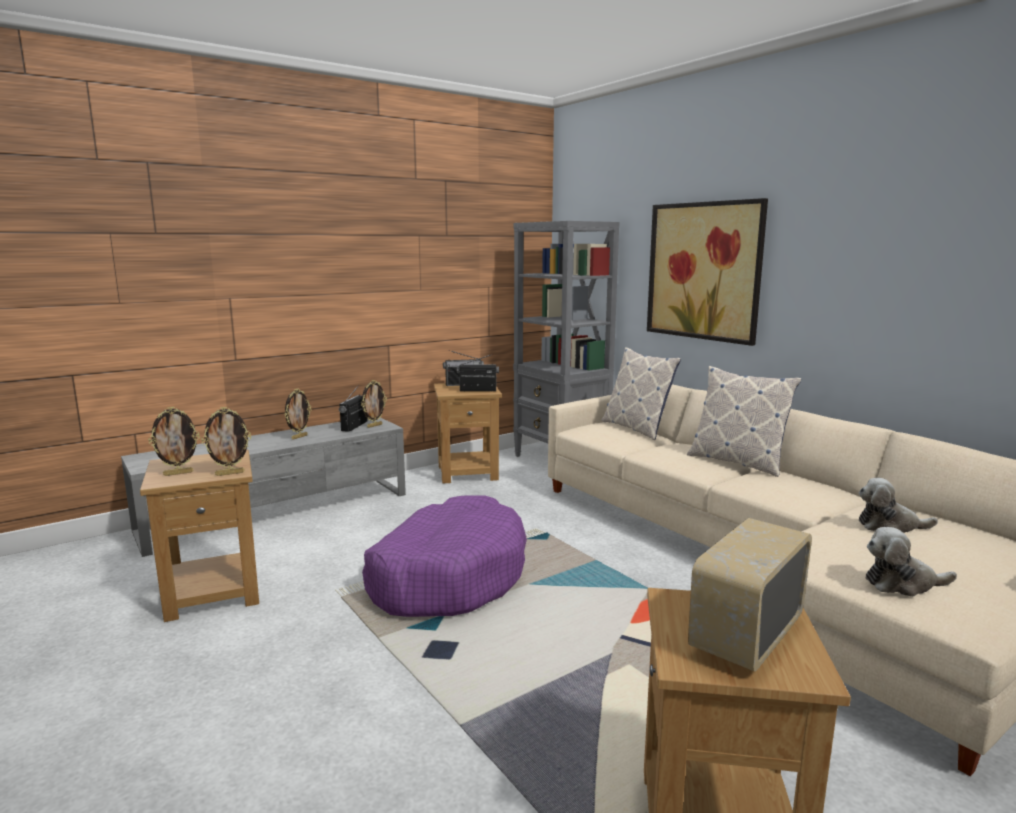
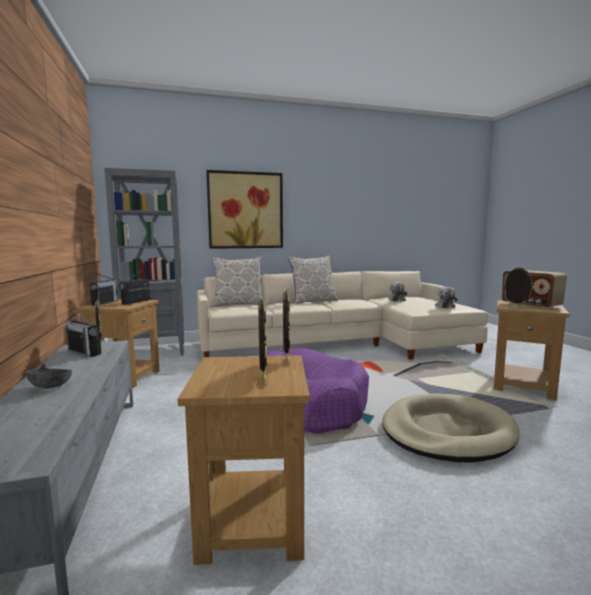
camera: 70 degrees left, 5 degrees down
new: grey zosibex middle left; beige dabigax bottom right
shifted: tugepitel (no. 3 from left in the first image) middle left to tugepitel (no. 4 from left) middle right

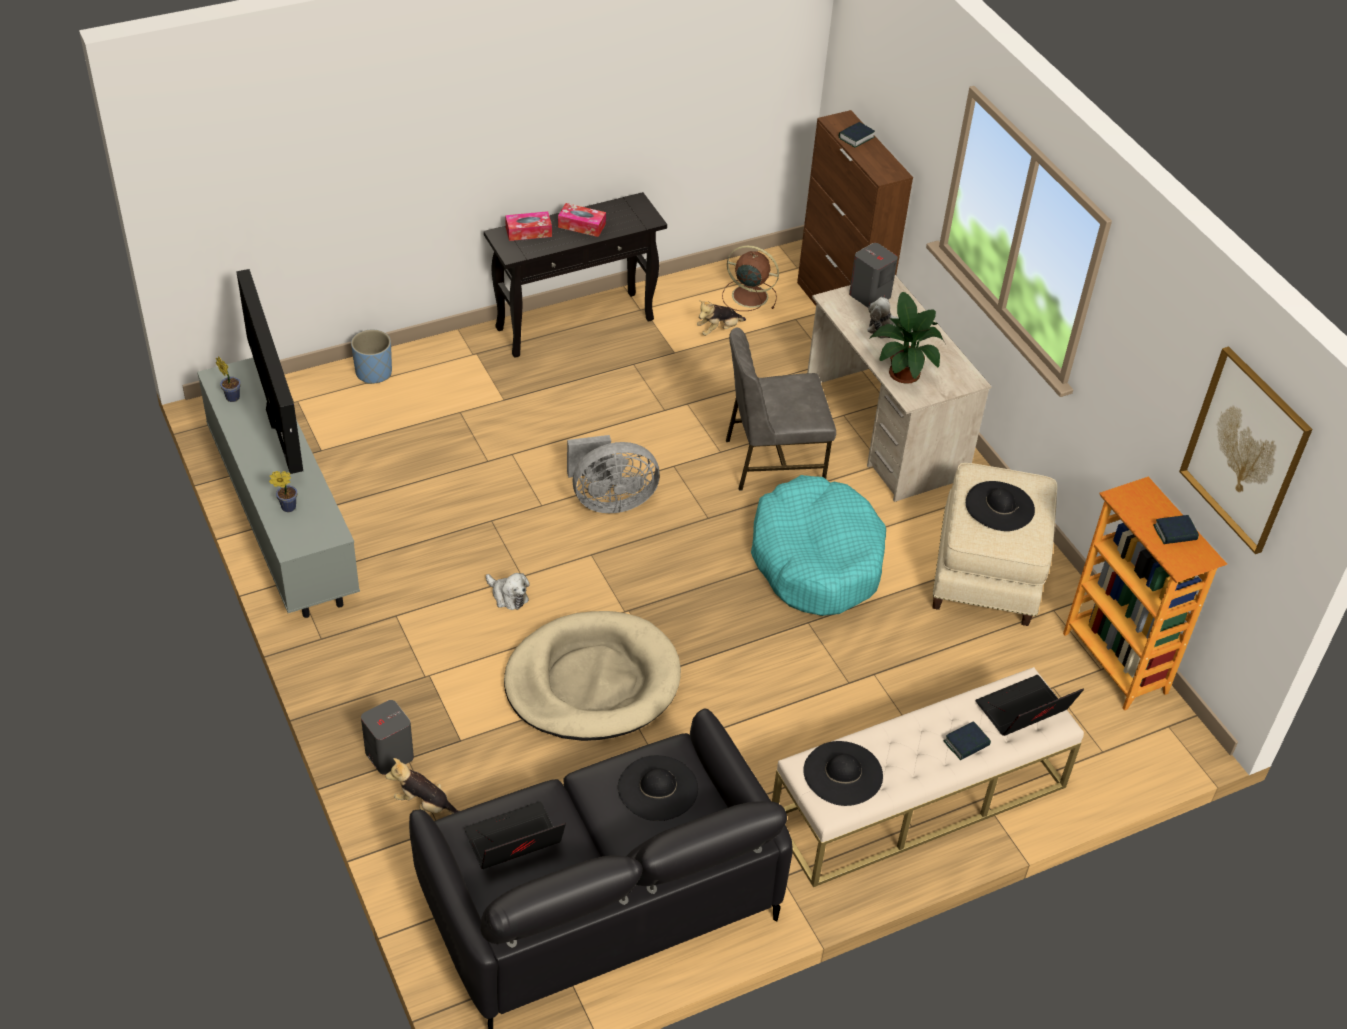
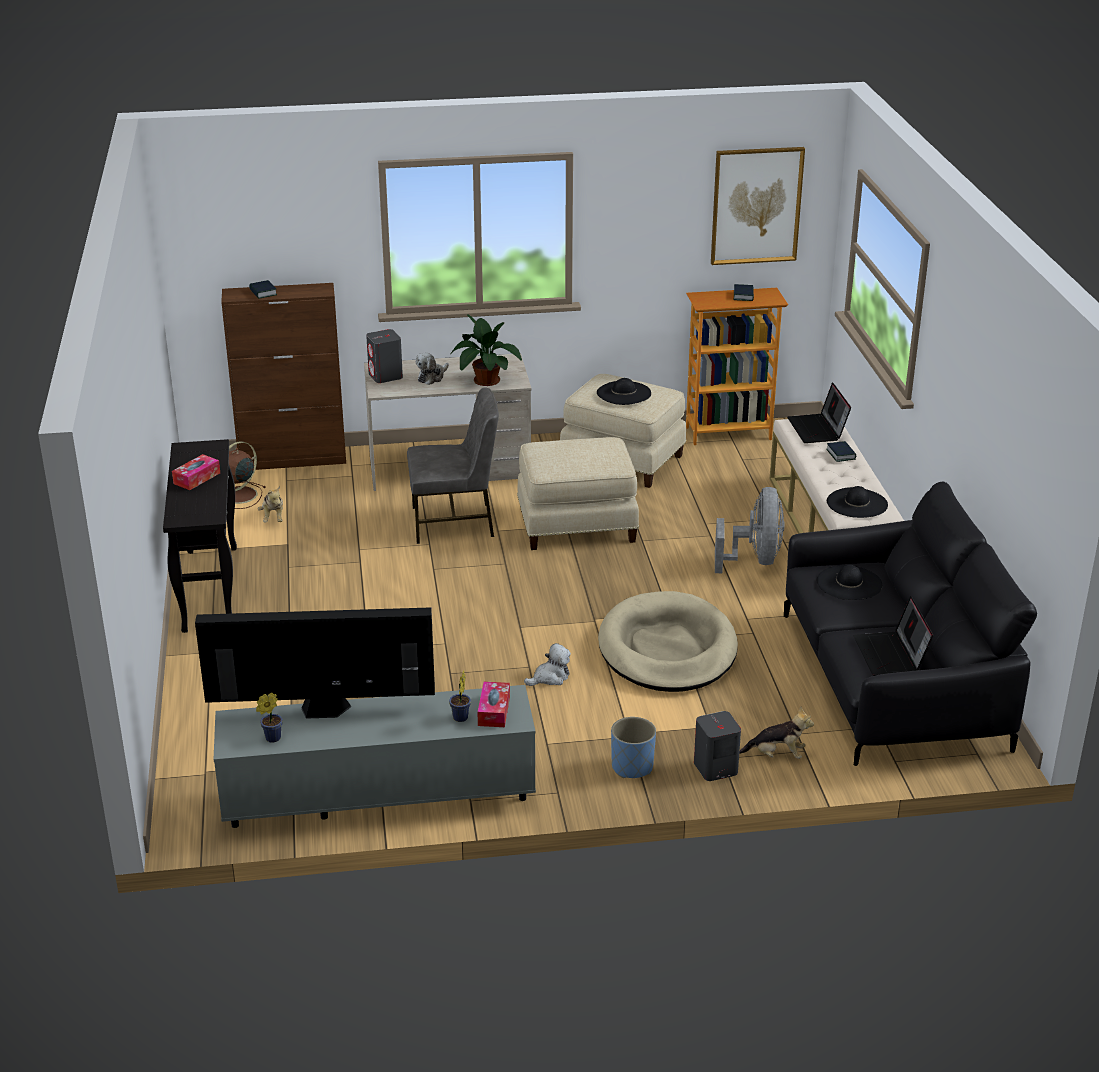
camera: 70 degrees left, 15 degrees down
shifted: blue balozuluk middle left to bottom centre; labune (no. 1 from left in the first image) top centre to labune (no. 2 from left) centre; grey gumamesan centre to middle right
swapped: turquoise dabigax centre to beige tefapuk (no. 1 from left) centre
rotated: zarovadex (no. 1 from left in the first image) bottom left = bottom right 120 degrees counterclockwise; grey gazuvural centre = centre 105 degrees counterclockwise

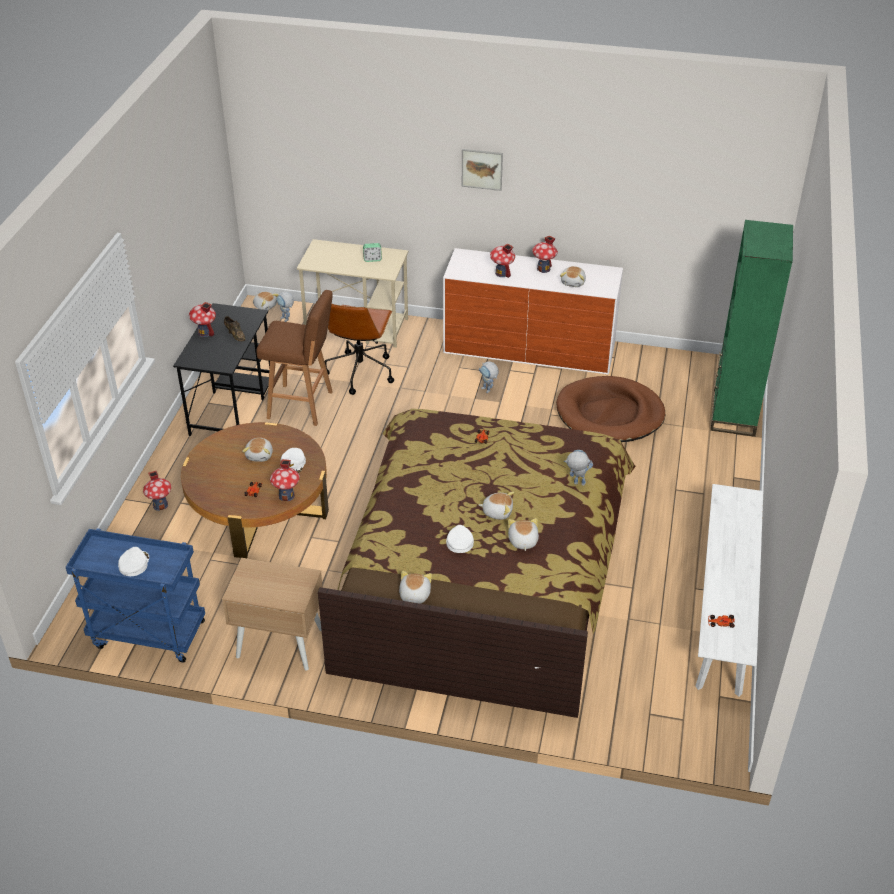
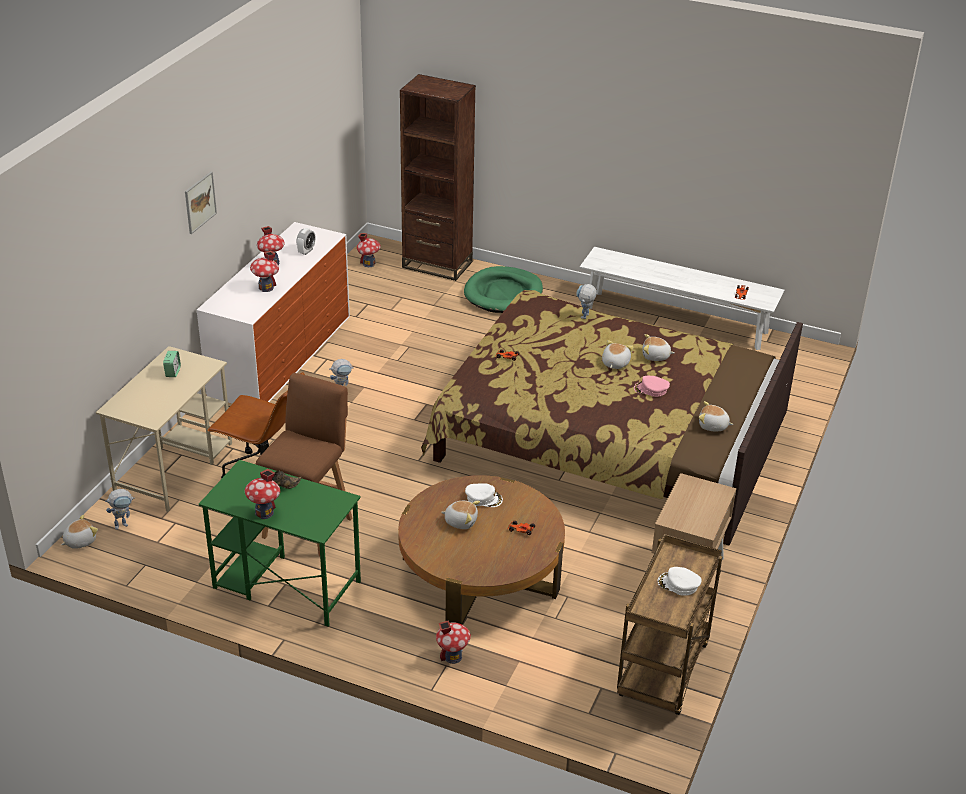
camera: 80 degrees left, 5 degrees down
gone: brown dabigax middle right
new: green dabigax centre
shifted: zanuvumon (no. 3 from left in the first image) middle left to zanuvumon (no. 4 from left) top centre
swapped: zarovadex (no. 6 from left) top centre to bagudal (no. 2 from left) top left
repainted: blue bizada middle left to brown bizada bottom right; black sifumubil middle left to green sifumubil bottom left; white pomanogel (no. 3 from left) centre to pink pomanogel middle right; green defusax middle right to brown defusax top centre

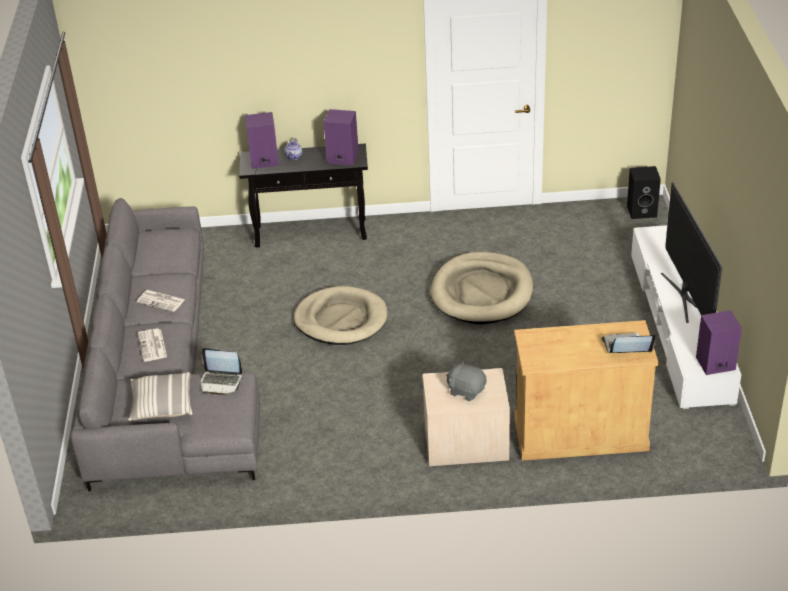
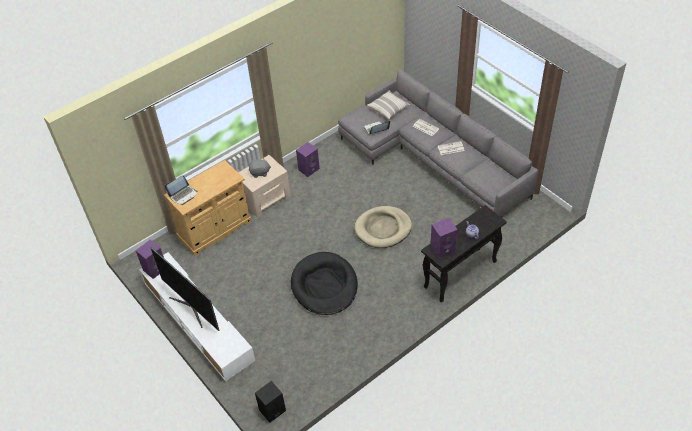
camera: 145 degrees right, 10 degrees up
shifted: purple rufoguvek (no. 1 from left in the first image) top left to purple rufoguvek (no. 2 from left) centre
repainted: beige dabigax (no. 2 from left) centre to black dabigax centre

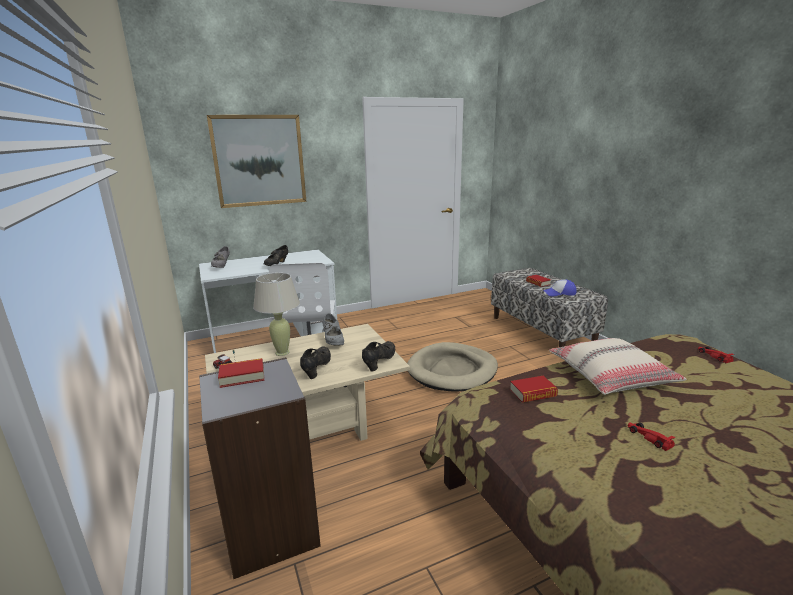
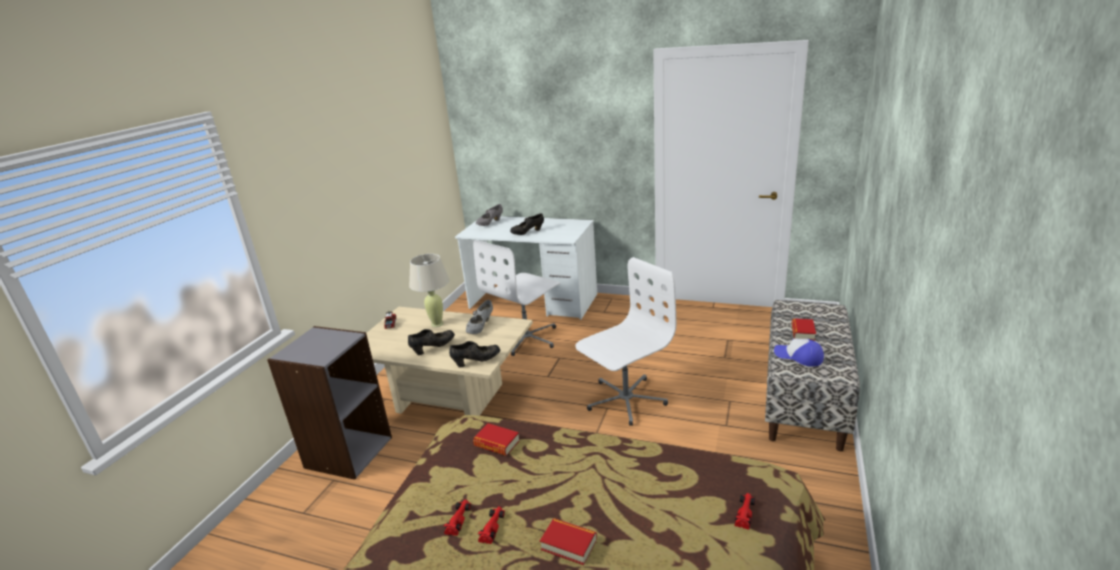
camera: 45 degrees right, 5 degrees up
gone: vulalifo top left; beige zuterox middle right
new: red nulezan (no. 1 from left) bottom centre
shifted: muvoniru (no. 1 from left in the first image) middle left to muvoniru (no. 2 from left) bottom centre
swapped: beige dabigax centre to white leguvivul (no. 2 from left) centre

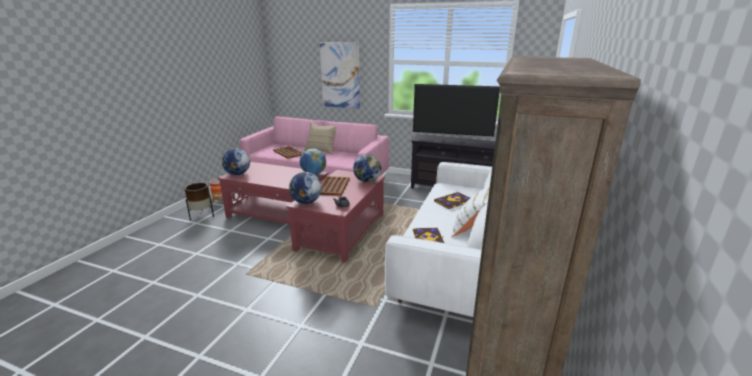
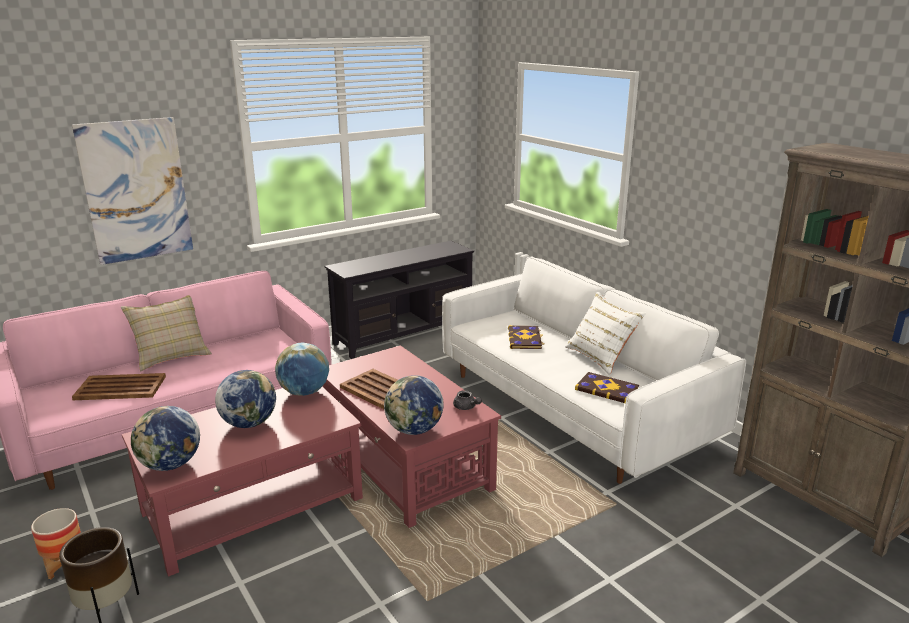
camera: 55 degrees left, 0 degrees up
gone: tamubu top centre
shifted: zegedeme (no. 4 from left in the first image) centre to zegedeme (no. 2 from left) middle left

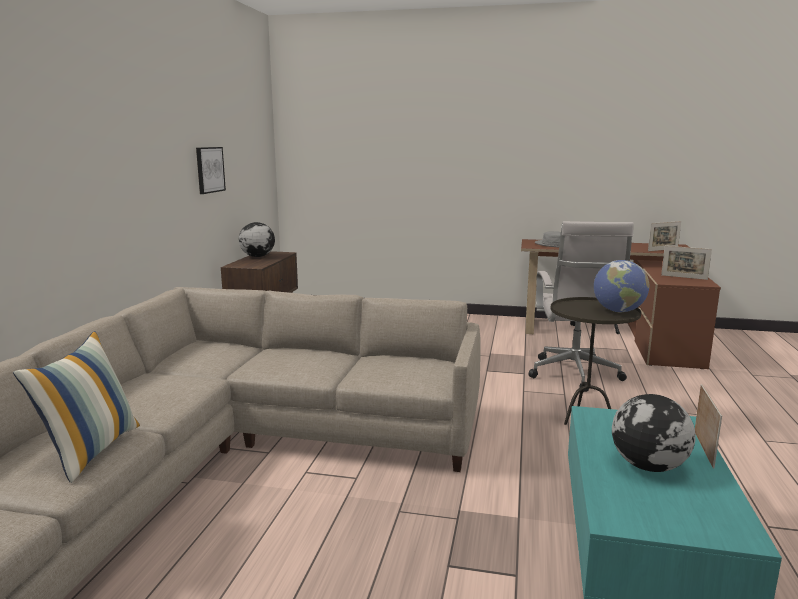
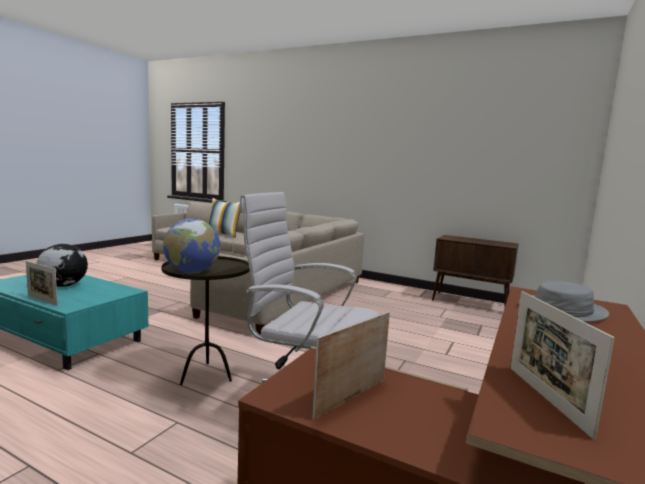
camera: 105 degrees right, 5 degrees down
gone: vulalifo top left; zegedeme (no. 1 from left) middle left

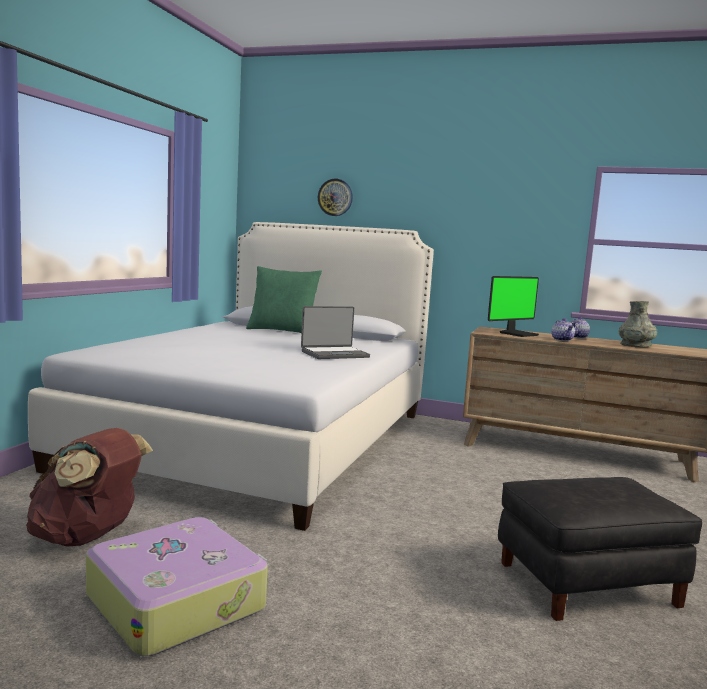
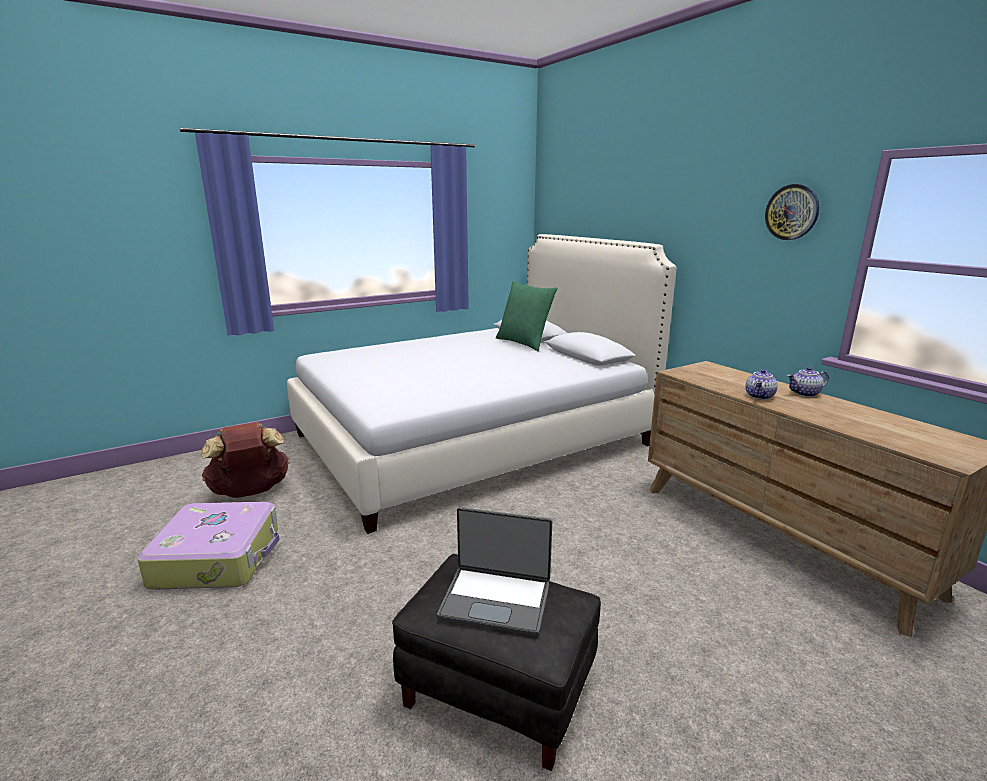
camera: 40 degrees right, 10 degrees up
gone: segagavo middle right; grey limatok middle right
shifted: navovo centre to bottom centre; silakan top centre to top right

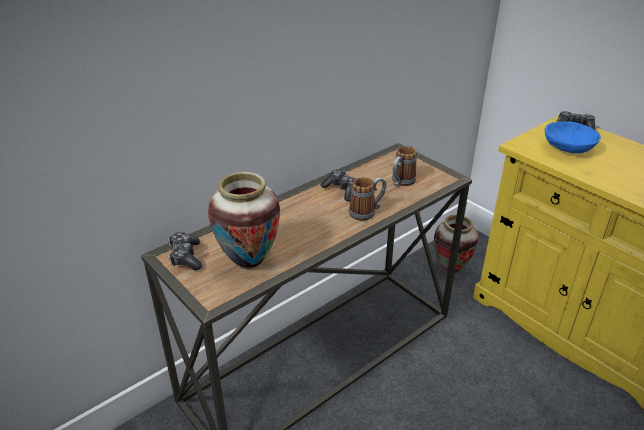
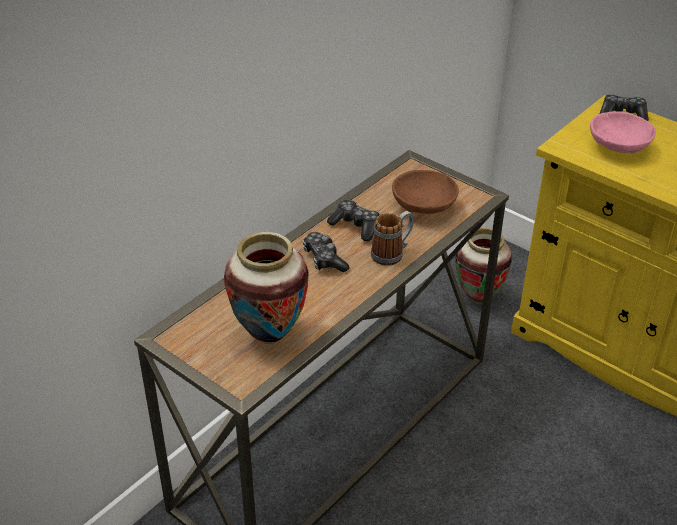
camera: 10 degrees left, 5 degrees up
shifted: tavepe (no. 1 from left) middle left to centre
swapped: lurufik (no. 2 from left) centre to brown zosibex centre
repainted: blue zosibex top right to pink zosibex top right

